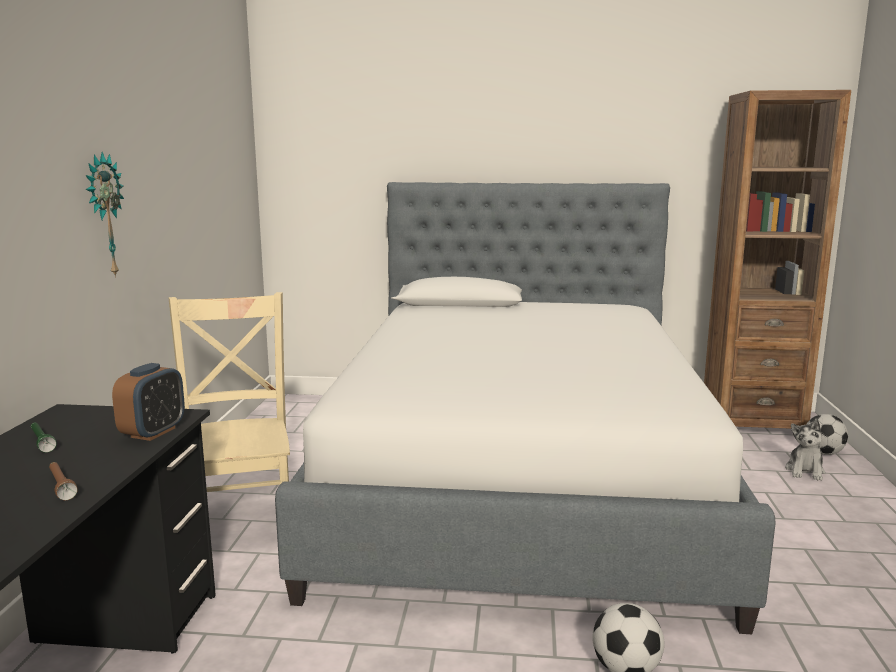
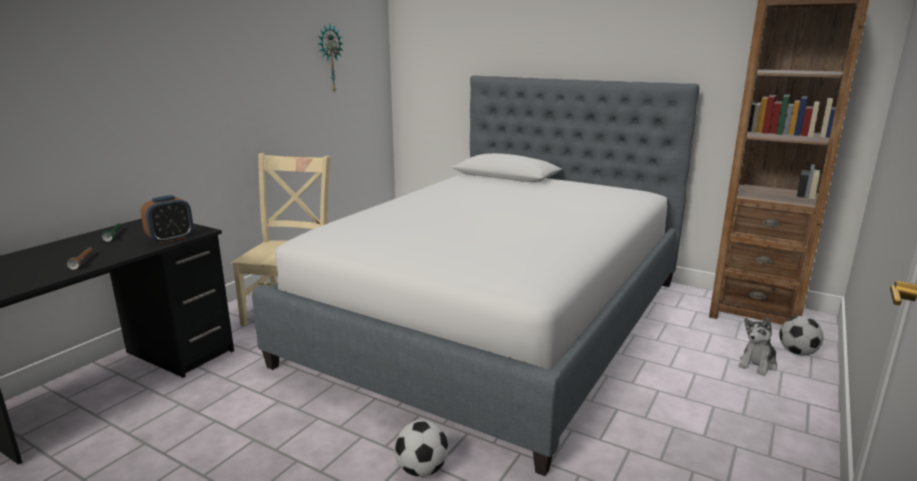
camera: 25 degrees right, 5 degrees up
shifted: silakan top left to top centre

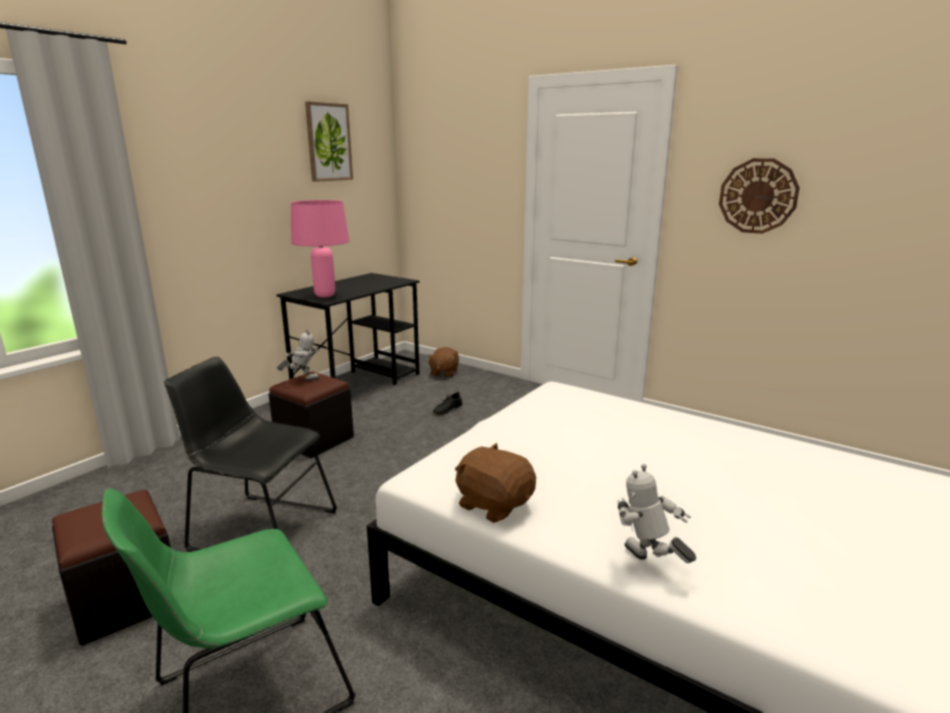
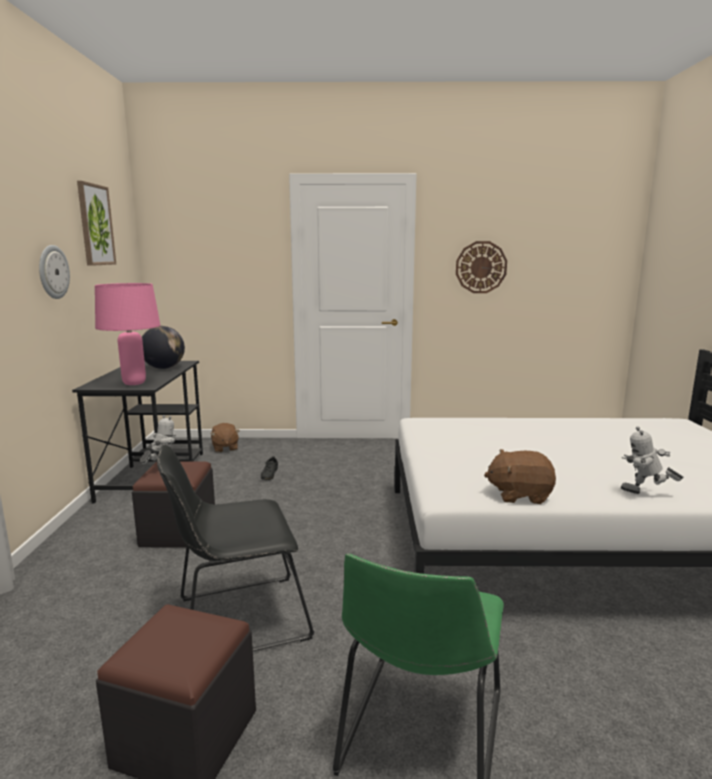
camera: 35 degrees left, 5 degrees down
new: silakan (no. 1 from left) middle left; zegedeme middle left

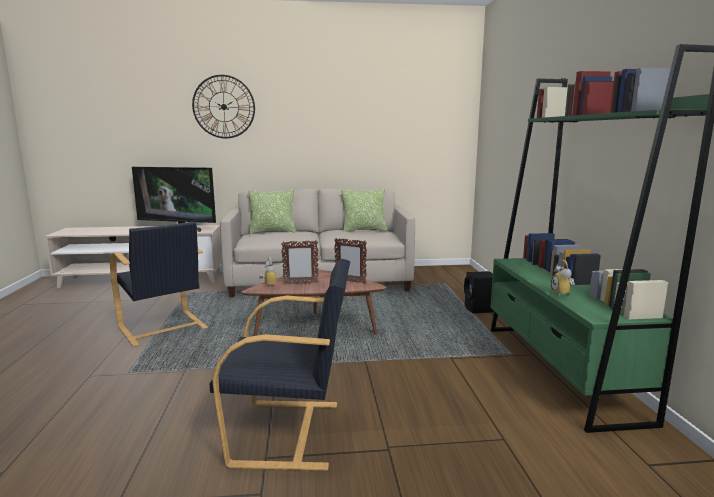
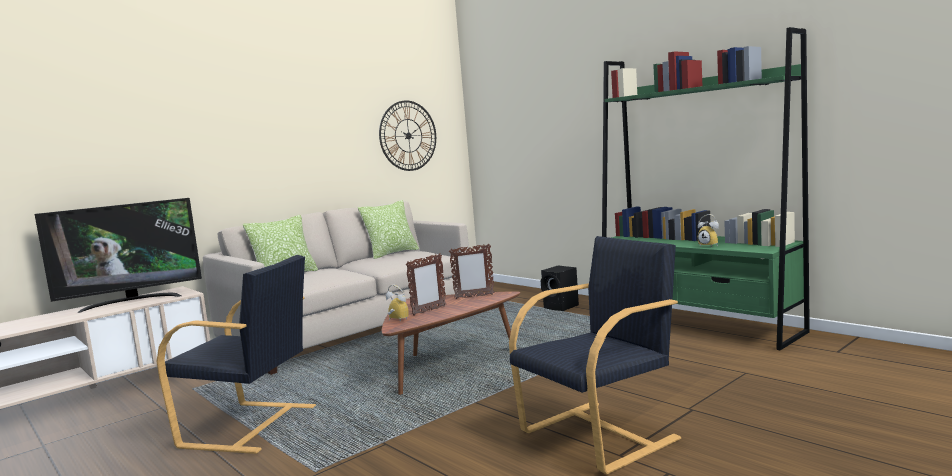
camera: 35 degrees left, 5 degrees down
shifted: silakan top left to top centre

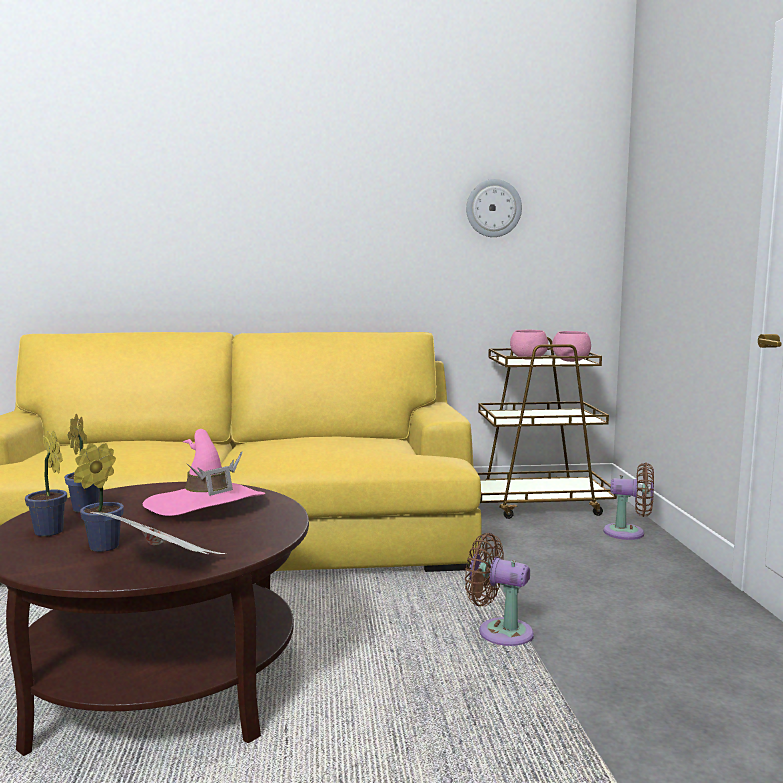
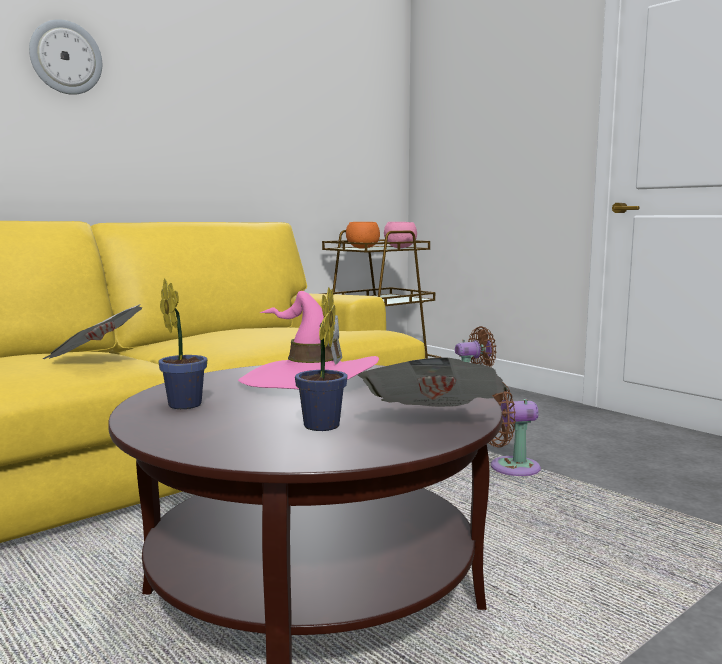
camera: 35 degrees left, 0 degrees up
gone: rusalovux (no. 1 from left) middle left
new: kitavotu (no. 1 from left) middle left
shifted: silakan top centre to top left
repainted: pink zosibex (no. 1 from left) middle right to orange zosibex centre

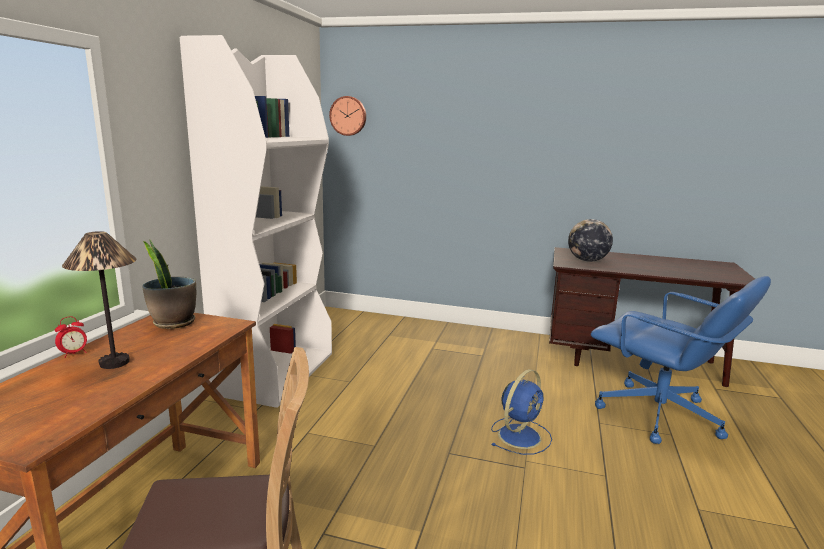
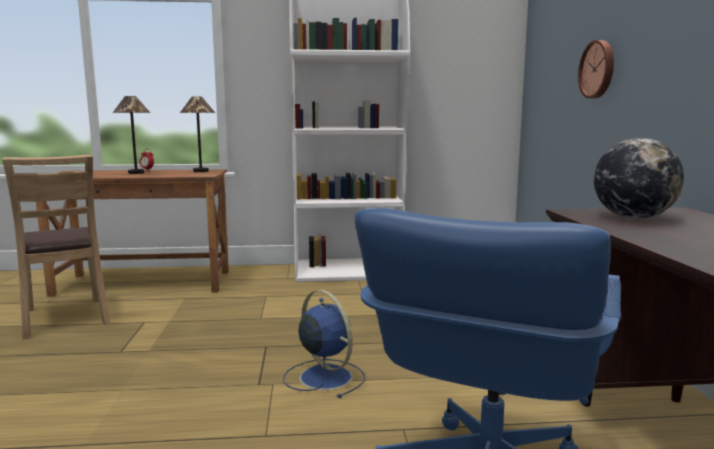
camera: 70 degrees right, 5 degrees down
shifted: silakan top centre to top right
swapped: rusalovux middle left to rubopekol (no. 2 from left) top left
rotated: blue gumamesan bottom centre = bottom centre 150 degrees counterclockwise

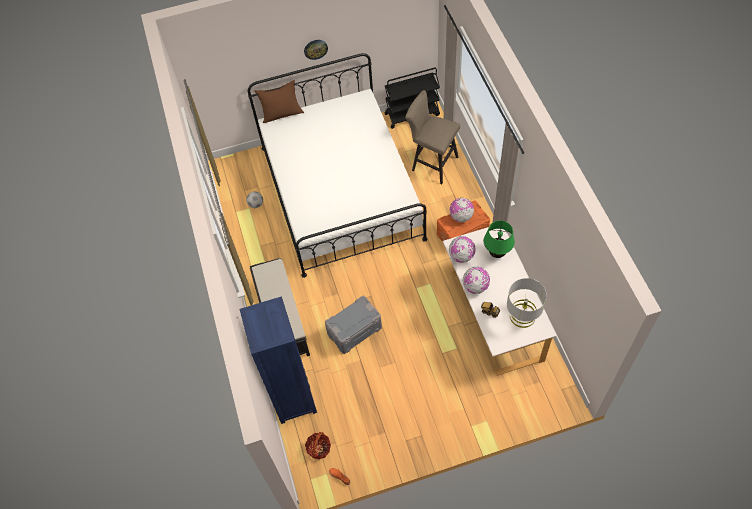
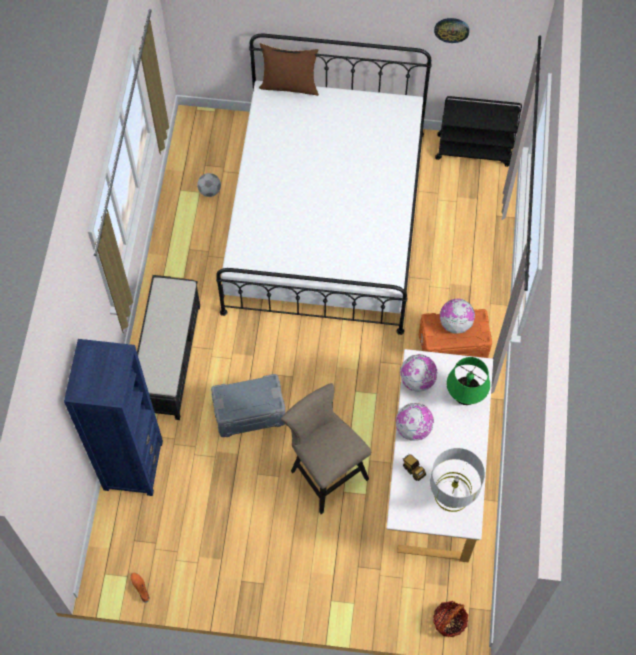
camera: 20 degrees right, 5 degrees up
shifted: silakan top centre to top right; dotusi bottom centre to bottom right; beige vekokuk top centre to bottom centre

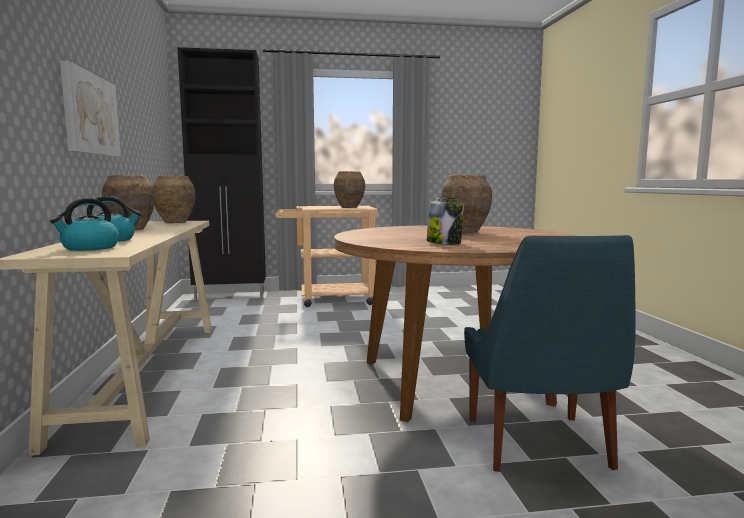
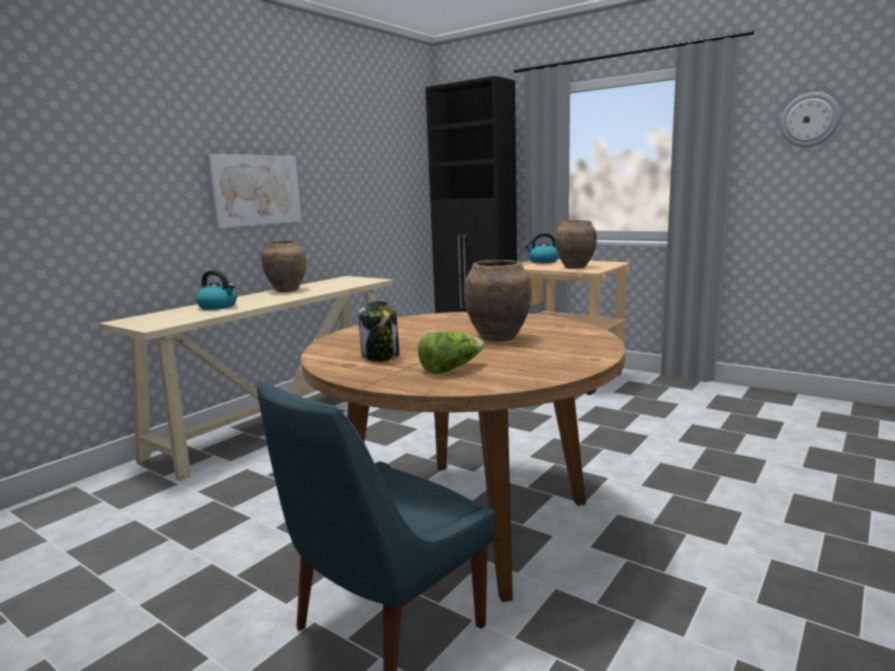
camera: 45 degrees right, 5 degrees up
gone: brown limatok (no. 2 from left) middle left
new: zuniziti centre; silakan top right
shifted: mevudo (no. 1 from left in the first image) middle left to mevudo (no. 2 from left) centre

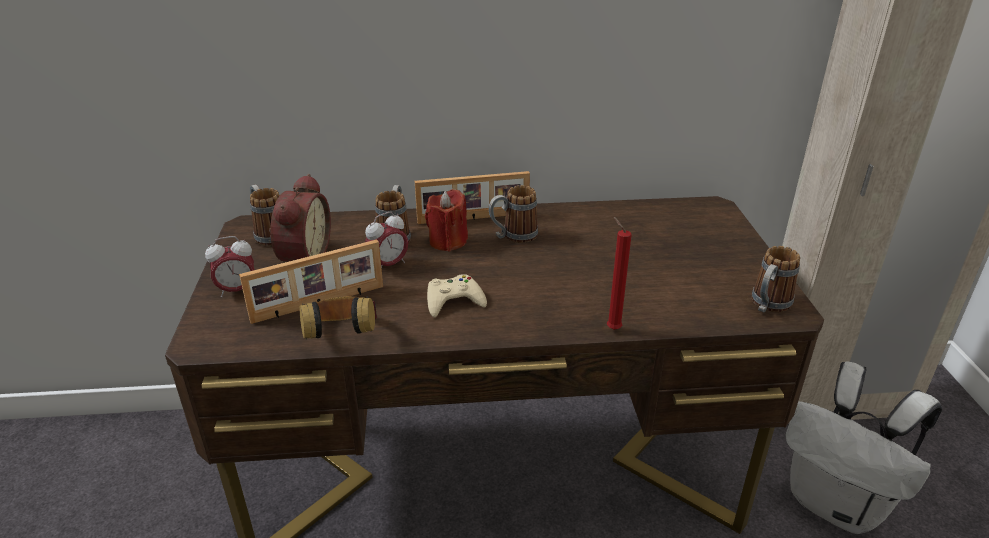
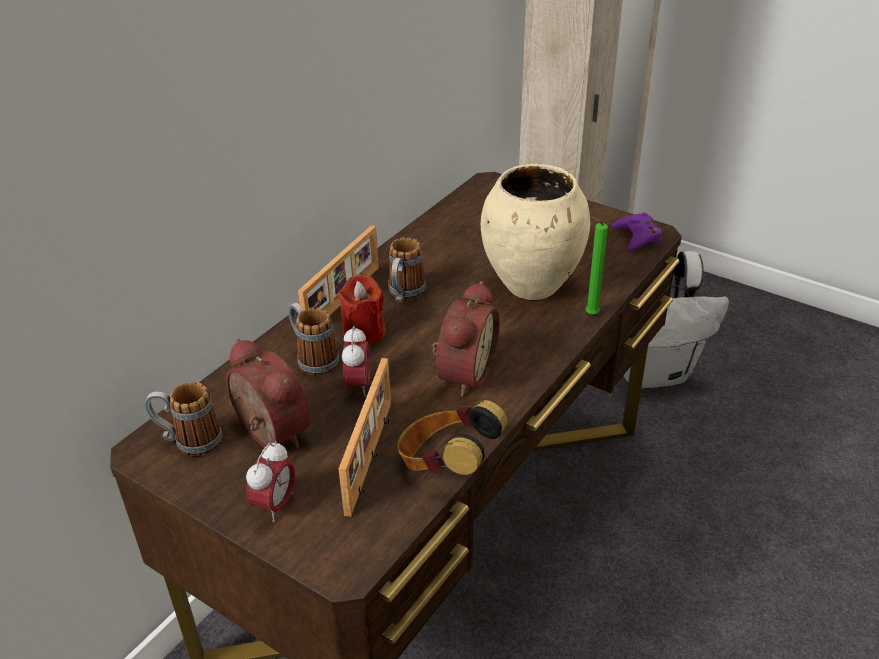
camera: 50 degrees left, 5 degrees up
new: beige limatok centre
swapped: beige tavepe centre to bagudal (no. 4 from left) centre; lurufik (no. 4 from left) middle right to purple tavepe middle right
repainted: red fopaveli (no. 2 from left) centre to green fopaveli middle right

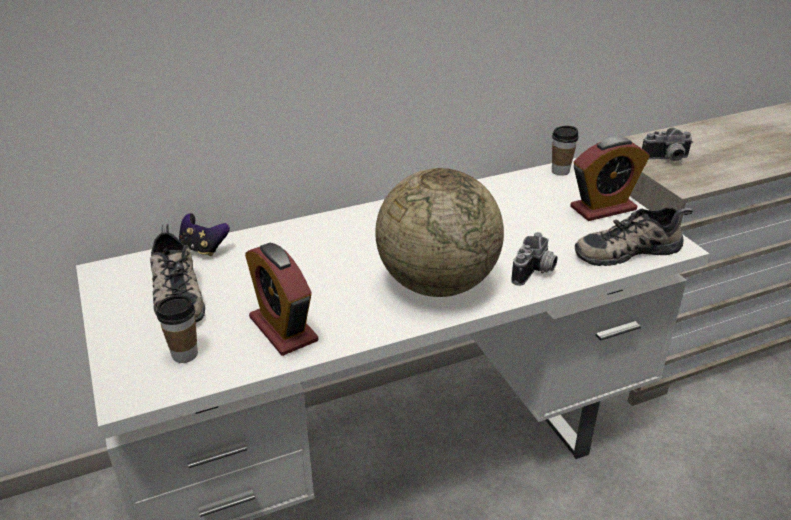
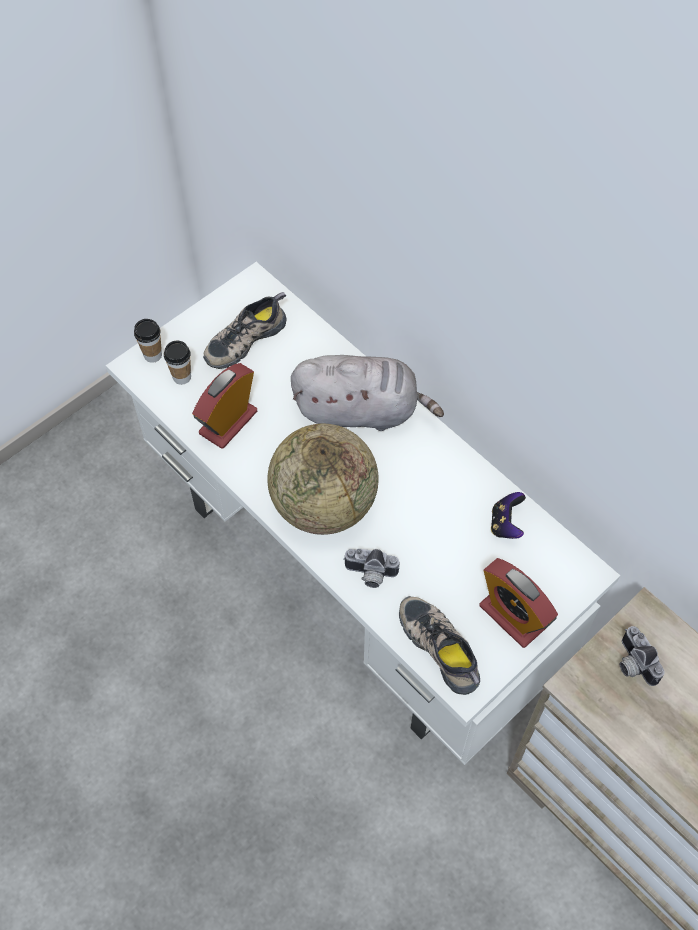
camera: 70 degrees right, 25 degrees up
new: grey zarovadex centre
shifted: tavepe middle left to middle right; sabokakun (no. 2 from left in the first image) top right to sabokakun (no. 1 from left) middle left

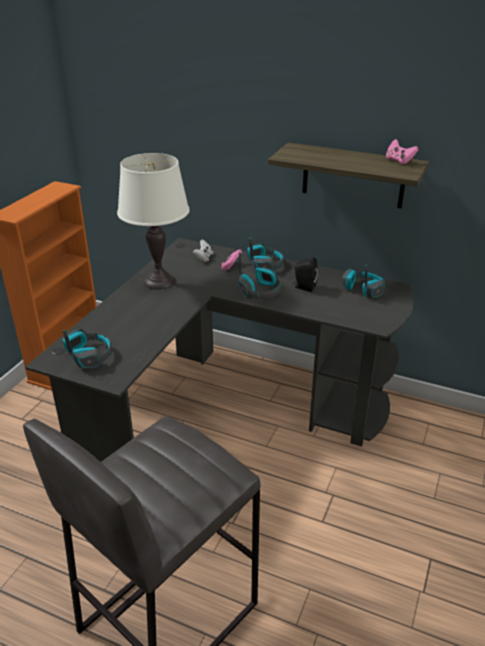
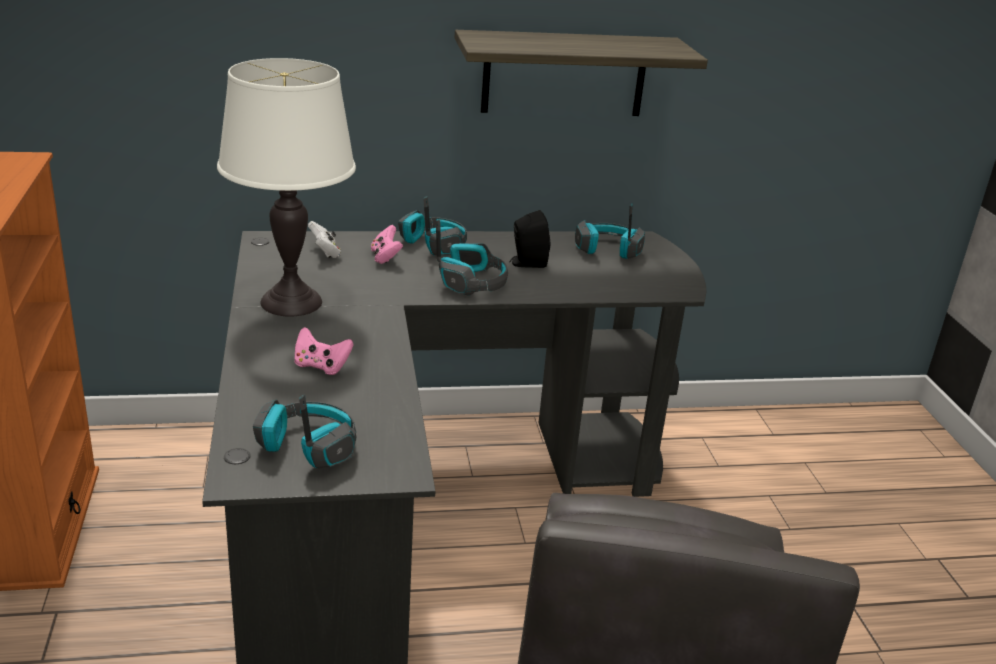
camera: 35 degrees left, 5 degrees down
shifted: pink tavepe (no. 2 from left in the first image) top right to pink tavepe (no. 1 from left) middle left

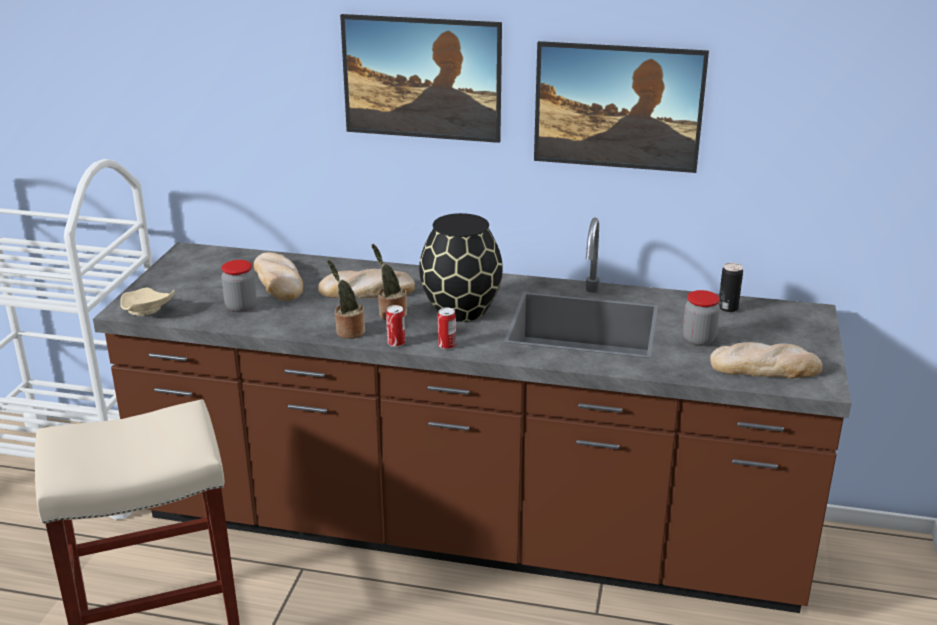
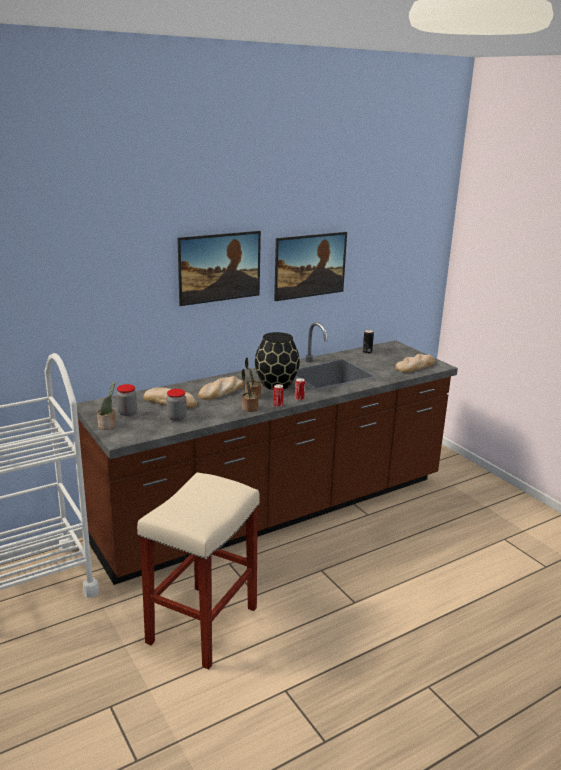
camera: 45 degrees left, 5 degrees down
gone: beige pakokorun middle left
new: rusalovux (no. 1 from left) middle left
shifted: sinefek (no. 2 from left in the first image) middle right to sinefek (no. 1 from left) middle left

